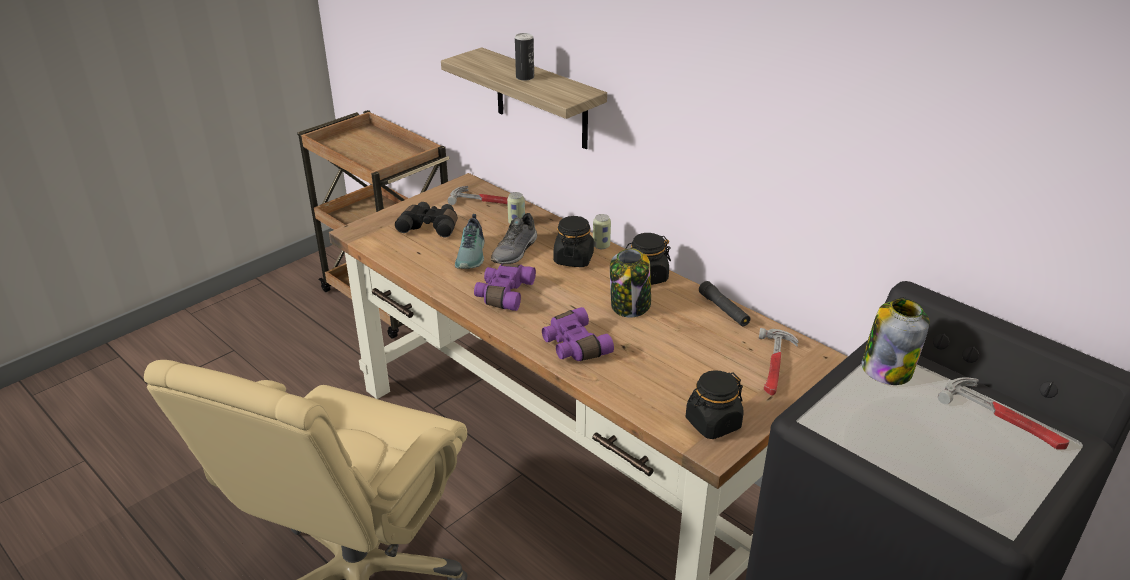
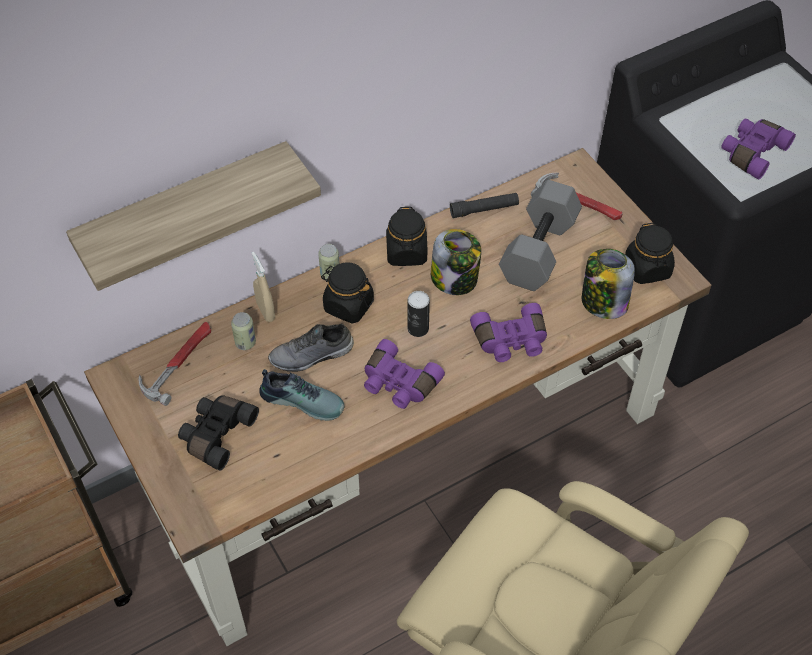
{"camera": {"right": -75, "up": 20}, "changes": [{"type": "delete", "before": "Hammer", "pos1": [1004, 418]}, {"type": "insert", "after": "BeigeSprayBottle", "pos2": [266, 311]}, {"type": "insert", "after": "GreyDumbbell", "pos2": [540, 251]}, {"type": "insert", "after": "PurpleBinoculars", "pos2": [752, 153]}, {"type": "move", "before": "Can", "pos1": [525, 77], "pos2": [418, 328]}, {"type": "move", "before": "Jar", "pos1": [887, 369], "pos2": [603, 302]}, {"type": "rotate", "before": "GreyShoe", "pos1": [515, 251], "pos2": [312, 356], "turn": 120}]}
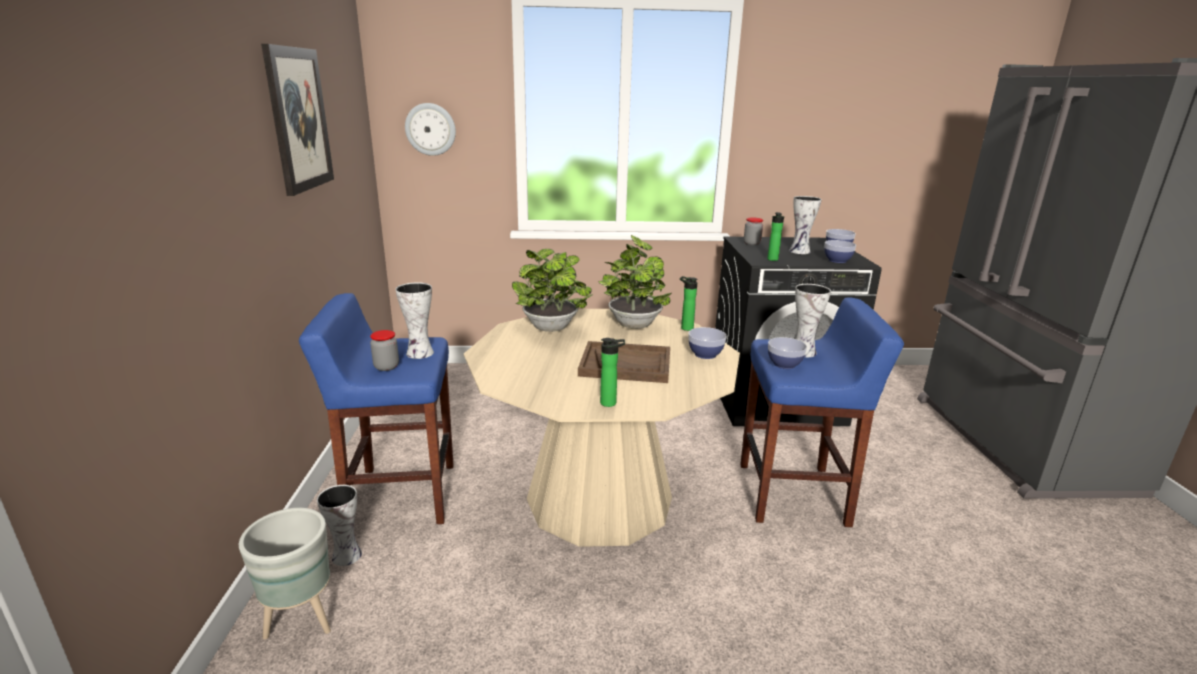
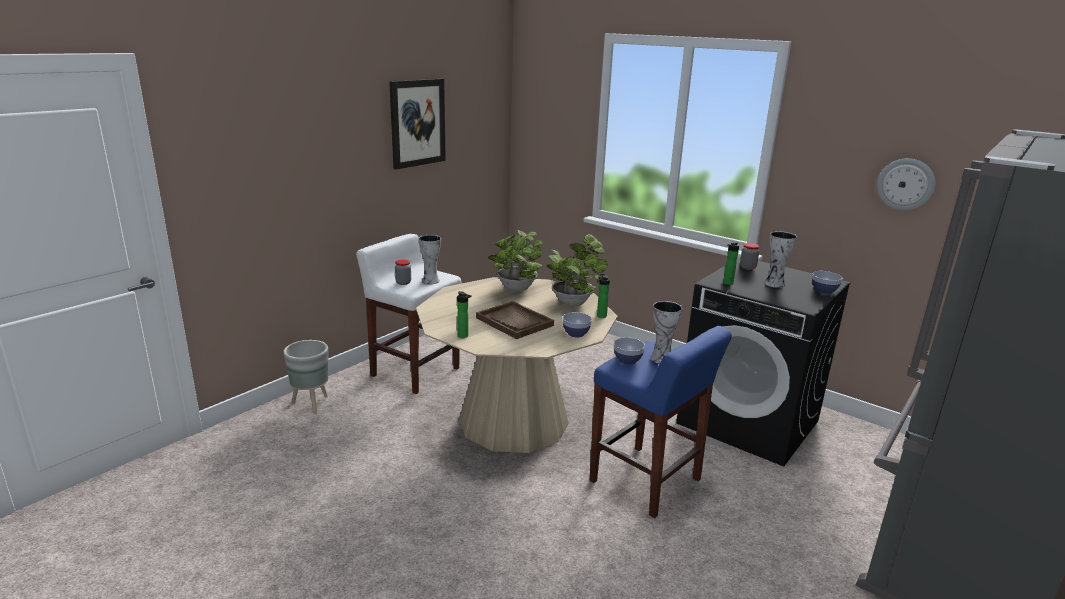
{"camera": {"right": 40, "up": 0}, "changes": [{"type": "delete", "before": "Vase", "pos1": [346, 555]}, {"type": "delete", "before": "Bowl", "pos1": [837, 260]}, {"type": "move", "before": "WallClock", "pos1": [430, 129], "pos2": [905, 184]}, {"type": "recolor", "before": "BlueStool", "after": "WhiteStool", "pos1": [400, 495], "pos2": [414, 372]}]}
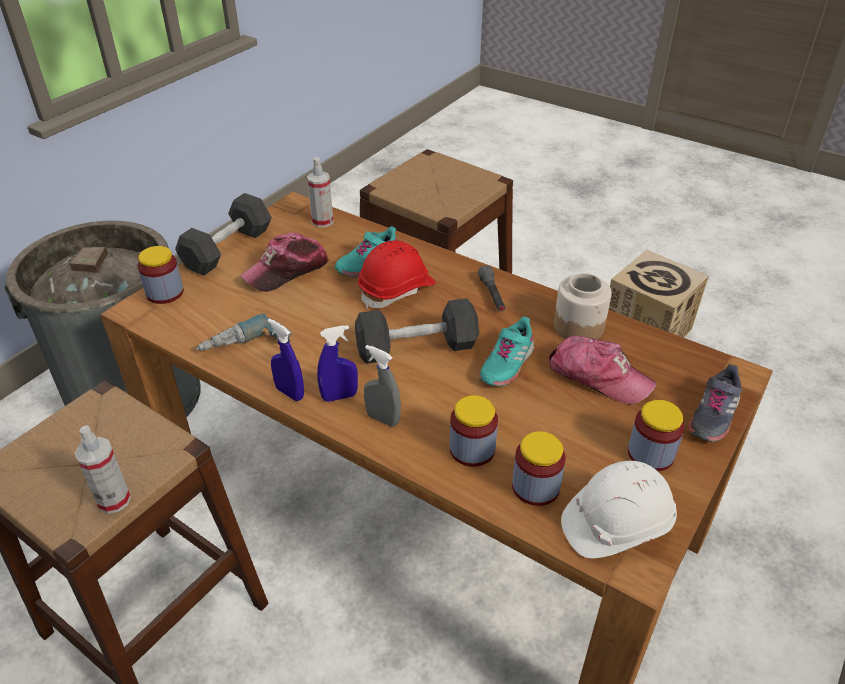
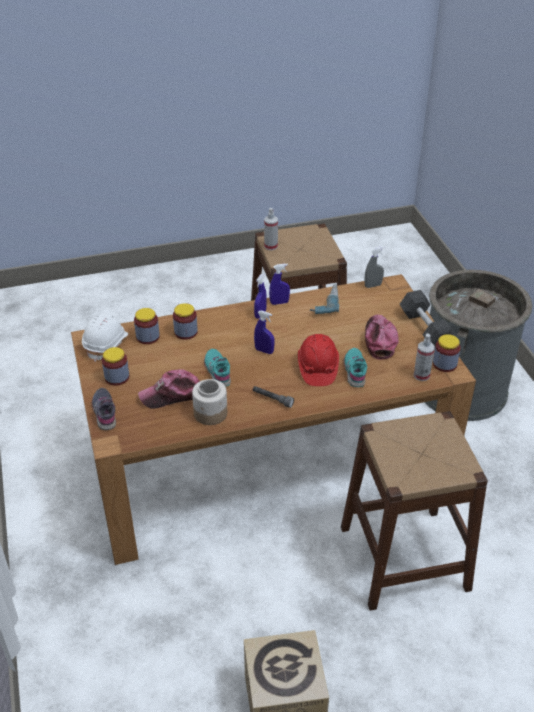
{"camera": {"right": 130, "up": 0}, "changes": [{"type": "move", "before": "Jar", "pos1": [165, 293], "pos2": [444, 364]}, {"type": "move", "before": "GreySprayBottle", "pos1": [383, 419], "pos2": [373, 285]}, {"type": "replace", "before": "BlackDumbbell", "after": "BlueSprayBottle", "pos1": [416, 347], "pos2": [264, 351]}]}
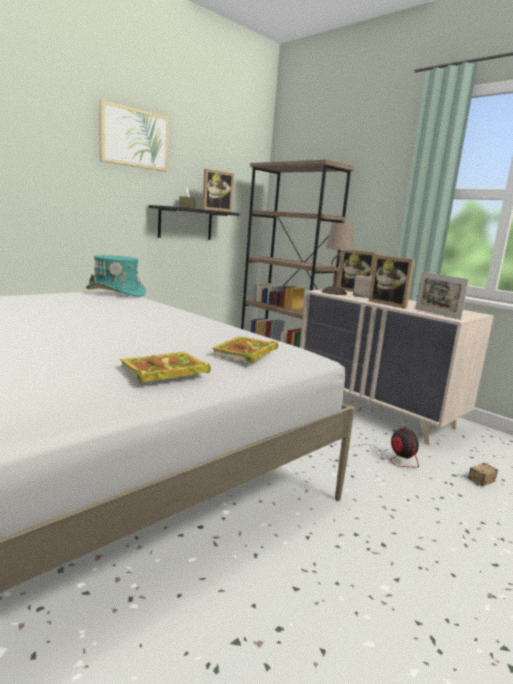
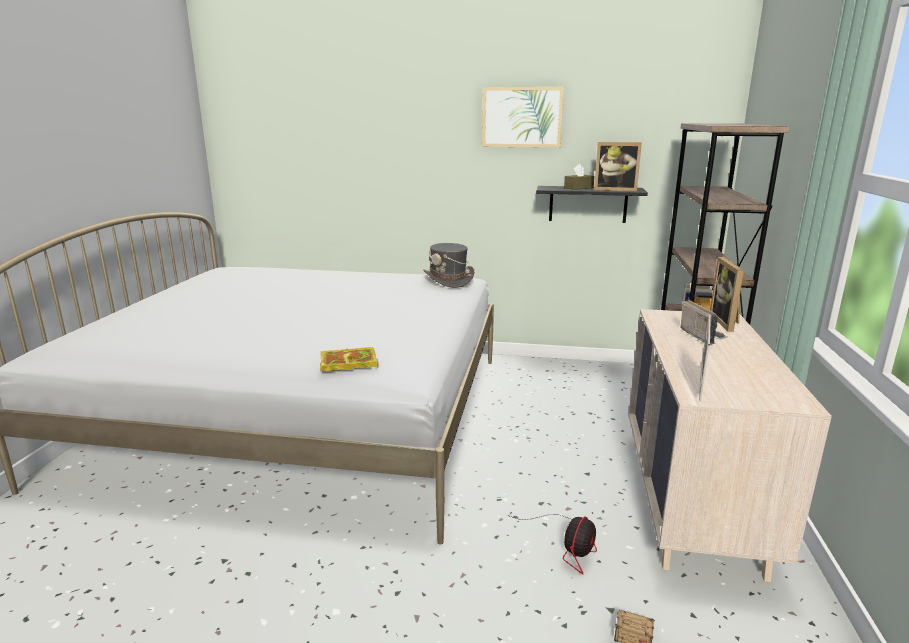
{"camera": {"right": 55, "up": 5}, "changes": [{"type": "delete", "before": "Book", "pos1": [163, 371]}, {"type": "delete", "before": "BeigeTableLamp", "pos1": [334, 292]}, {"type": "delete", "before": "PictureFrame", "pos1": [390, 304]}, {"type": "recolor", "before": "TurquoiseHat", "after": "GreyHat", "pos1": [116, 292], "pos2": [449, 280]}]}
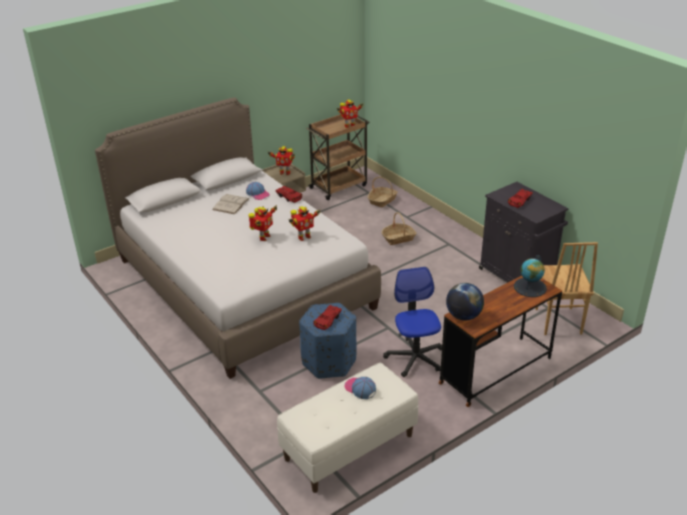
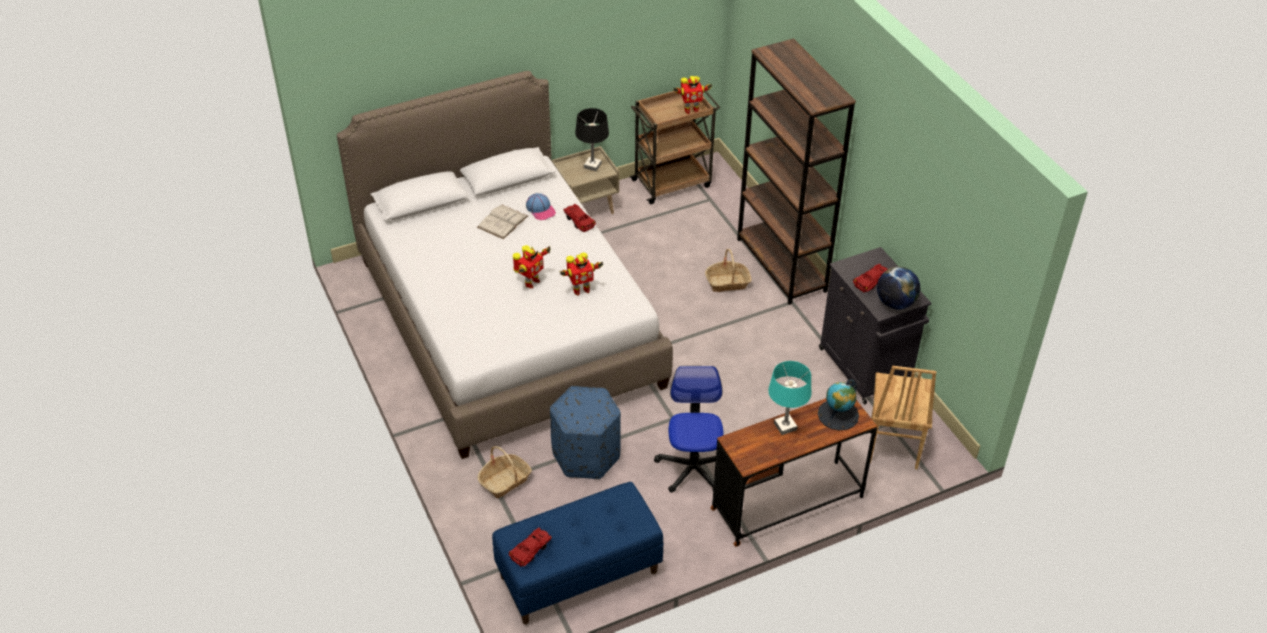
{"camera": {"right": 10, "up": 10}, "changes": [{"type": "delete", "before": "Cap", "pos1": [360, 389]}, {"type": "insert", "after": "BrownBookcase", "pos2": [781, 265]}, {"type": "insert", "after": "TurquoiseTableLamp", "pos2": [785, 426]}, {"type": "move", "before": "RedToyCar", "pos1": [328, 320], "pos2": [531, 550]}, {"type": "move", "before": "Basket", "pos1": [382, 200], "pos2": [505, 481]}, {"type": "move", "before": "Globe", "pos1": [463, 316], "pos2": [895, 303]}, {"type": "replace", "before": "ToyRobot", "after": "BlackTableLamp", "pos1": [284, 172], "pos2": [592, 166]}, {"type": "recolor", "before": "WhiteBench", "after": "BlueBench", "pos1": [349, 448], "pos2": [578, 575]}]}
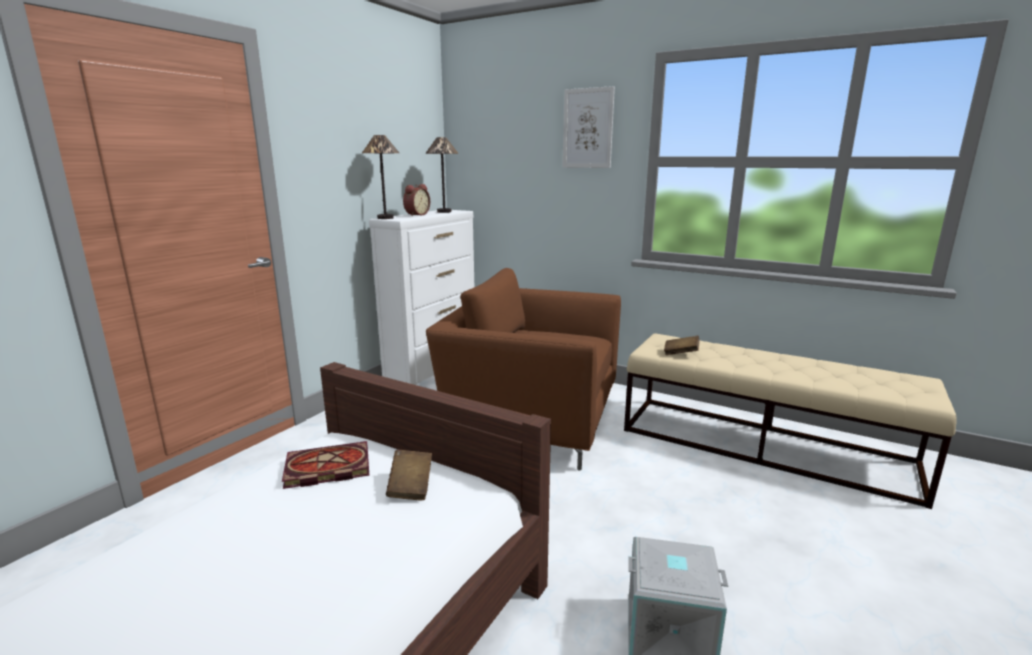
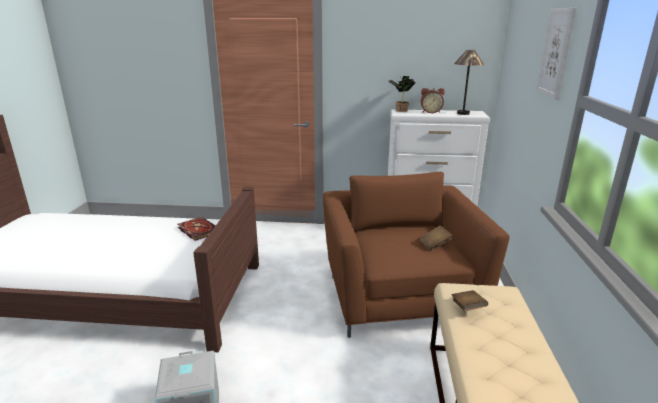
{"camera": {"right": 65, "up": 5}, "changes": [{"type": "move", "before": "BrownBook", "pos1": [411, 487], "pos2": [435, 244]}, {"type": "replace", "before": "TableLamp", "after": "PottedPlant", "pos1": [385, 218], "pos2": [400, 110]}]}
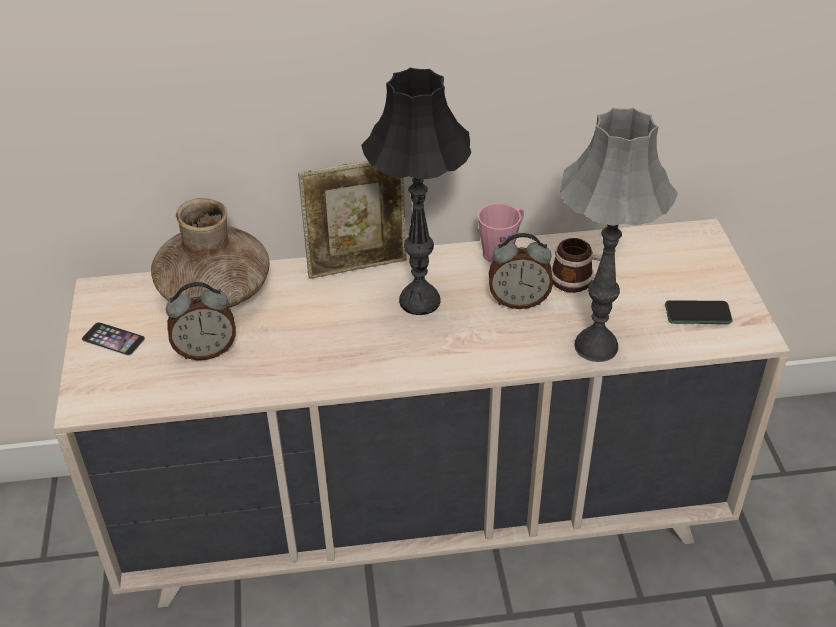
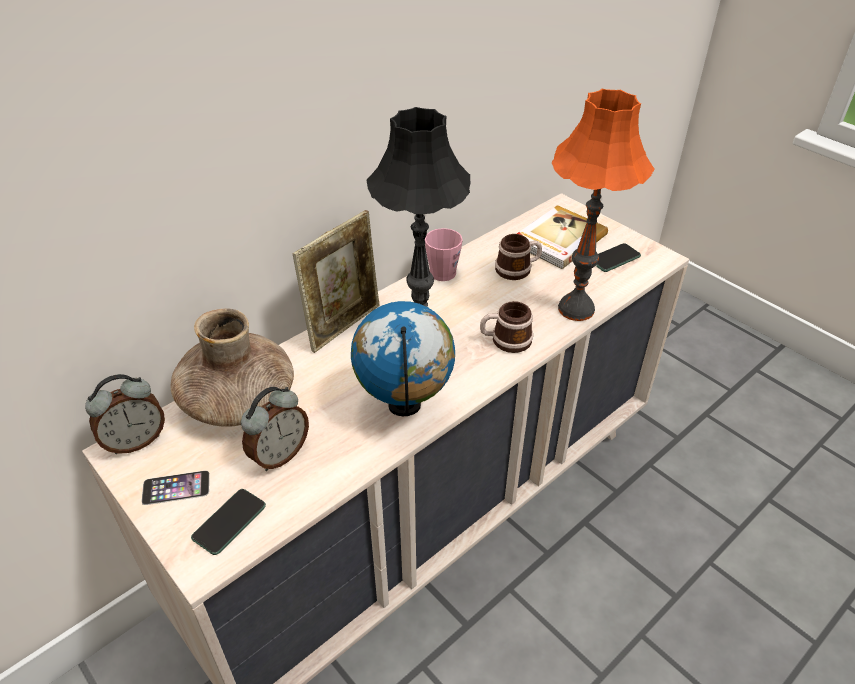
{"camera": {"right": -35, "up": 0}, "changes": [{"type": "insert", "after": "Phone", "pos2": [229, 522]}, {"type": "insert", "after": "Globe", "pos2": [405, 406]}, {"type": "insert", "after": "Mug", "pos2": [505, 340]}, {"type": "insert", "after": "Book", "pos2": [558, 239]}, {"type": "move", "before": "AlarmClock", "pos1": [518, 301], "pos2": [136, 441]}, {"type": "recolor", "before": "GreyTableLamp", "after": "OrangeTableLamp", "pos1": [595, 346], "pos2": [575, 309]}]}
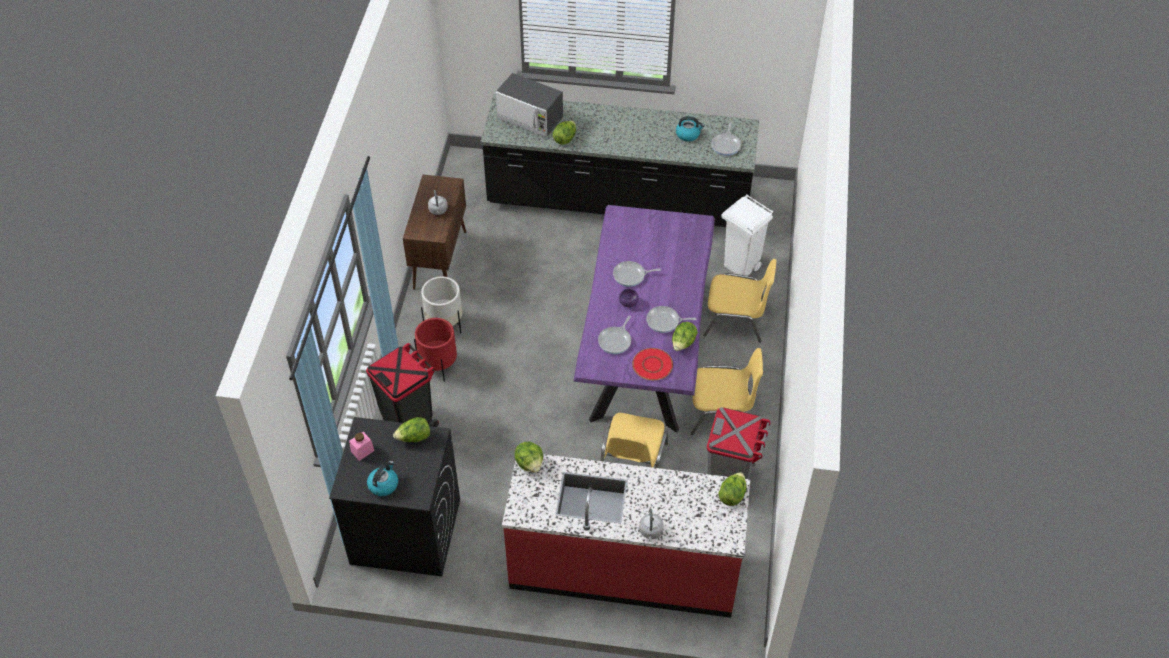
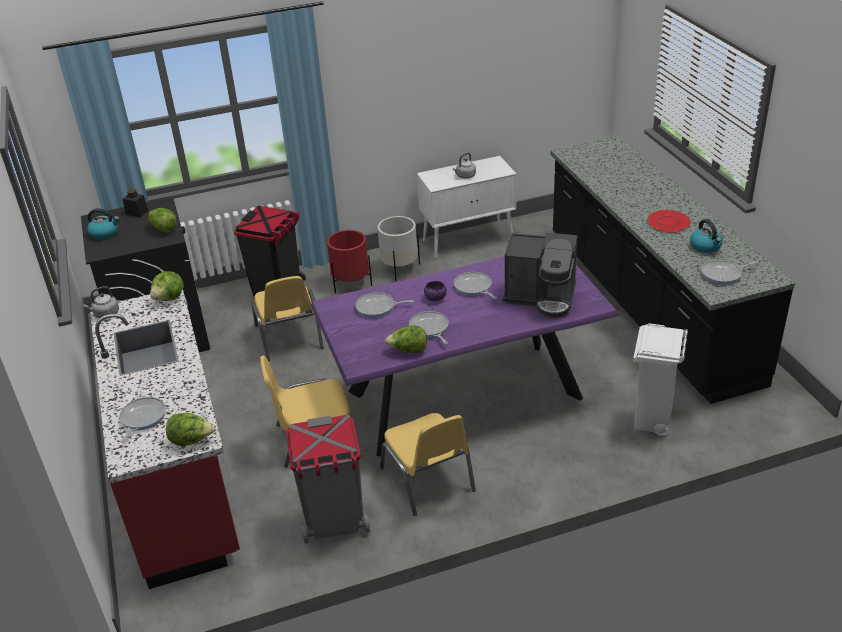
{"camera": {"right": 65, "up": -15}, "changes": [{"type": "delete", "before": "Microwave", "pos1": [530, 118]}, {"type": "delete", "before": "Lettuce", "pos1": [565, 139]}, {"type": "insert", "after": "FryingPan", "pos2": [142, 418]}, {"type": "insert", "after": "CoffeeMachine", "pos2": [541, 297]}, {"type": "move", "before": "RedPlate", "pos1": [652, 365], "pos2": [668, 222]}, {"type": "move", "before": "GreyKettle", "pos1": [651, 532], "pos2": [105, 314]}, {"type": "move", "before": "YellowChair", "pos1": [736, 319], "pos2": [289, 338]}, {"type": "recolor", "before": "PinkJar", "after": "BlackJar", "pos1": [362, 451], "pos2": [137, 212]}, {"type": "recolor", "before": "BrownCabinet", "after": "WhiteCabinet", "pos1": [440, 259], "pos2": [469, 240]}]}
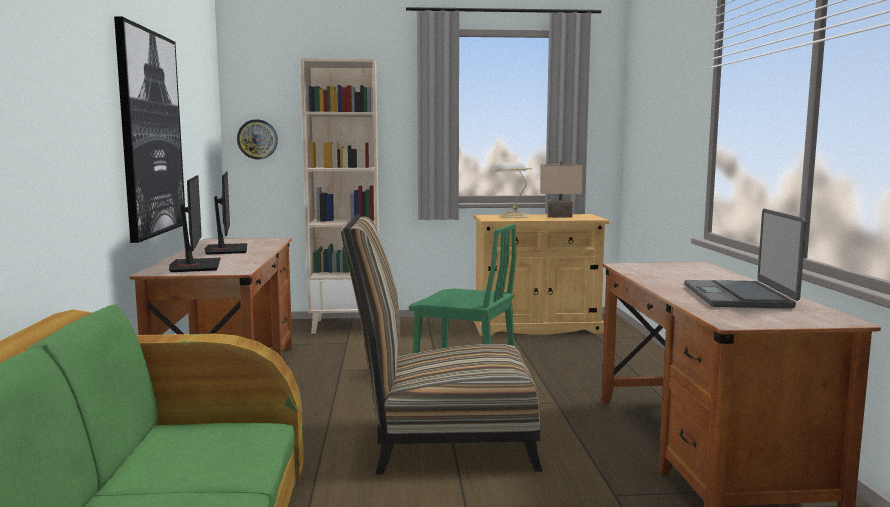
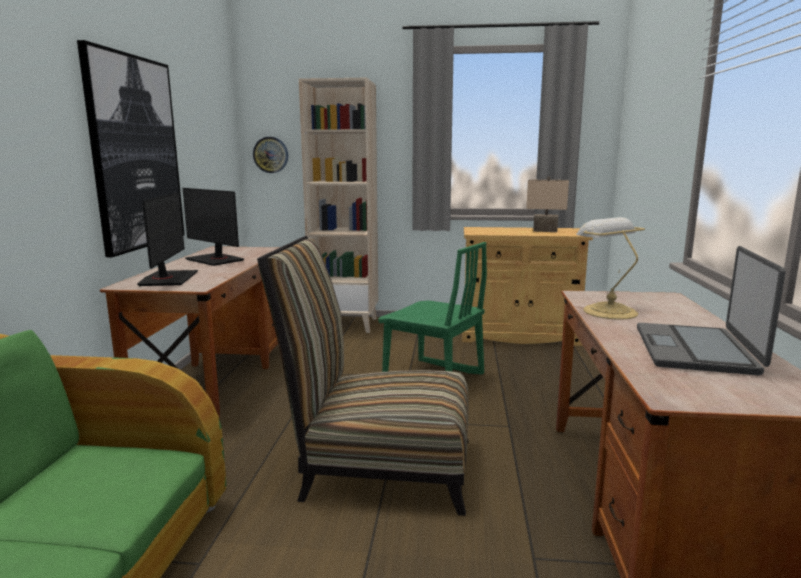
{"camera": {"right": 10, "up": 5}, "changes": [{"type": "move", "before": "TableLamp", "pos1": [513, 216], "pos2": [607, 311]}, {"type": "rotate", "before": "Monitor", "pos1": [226, 249], "pos2": [215, 260], "turn": 135}]}
